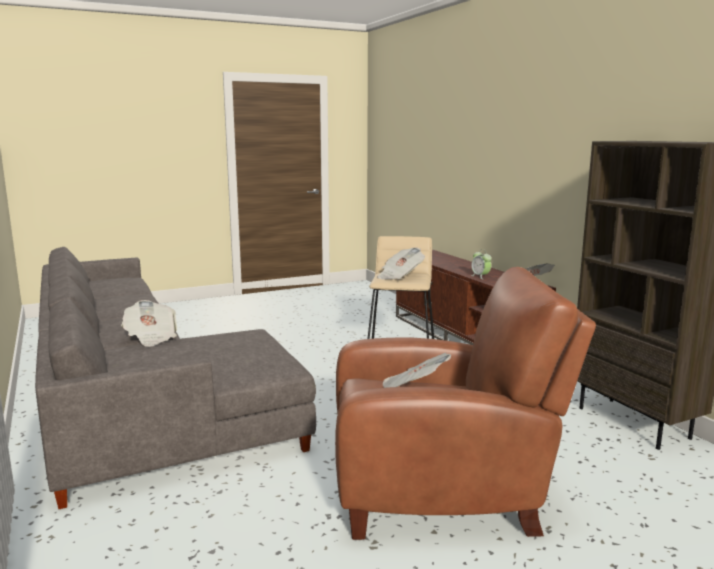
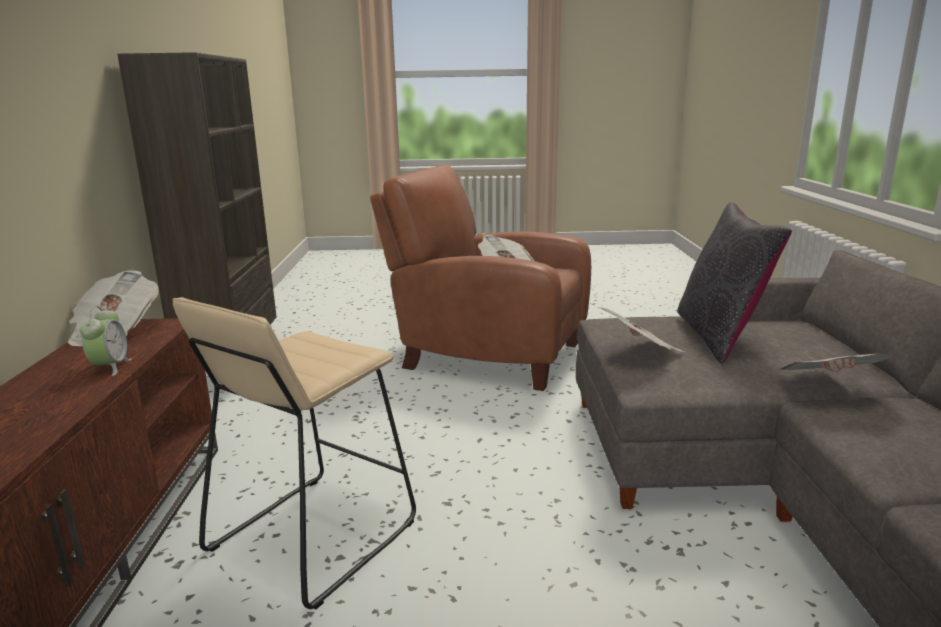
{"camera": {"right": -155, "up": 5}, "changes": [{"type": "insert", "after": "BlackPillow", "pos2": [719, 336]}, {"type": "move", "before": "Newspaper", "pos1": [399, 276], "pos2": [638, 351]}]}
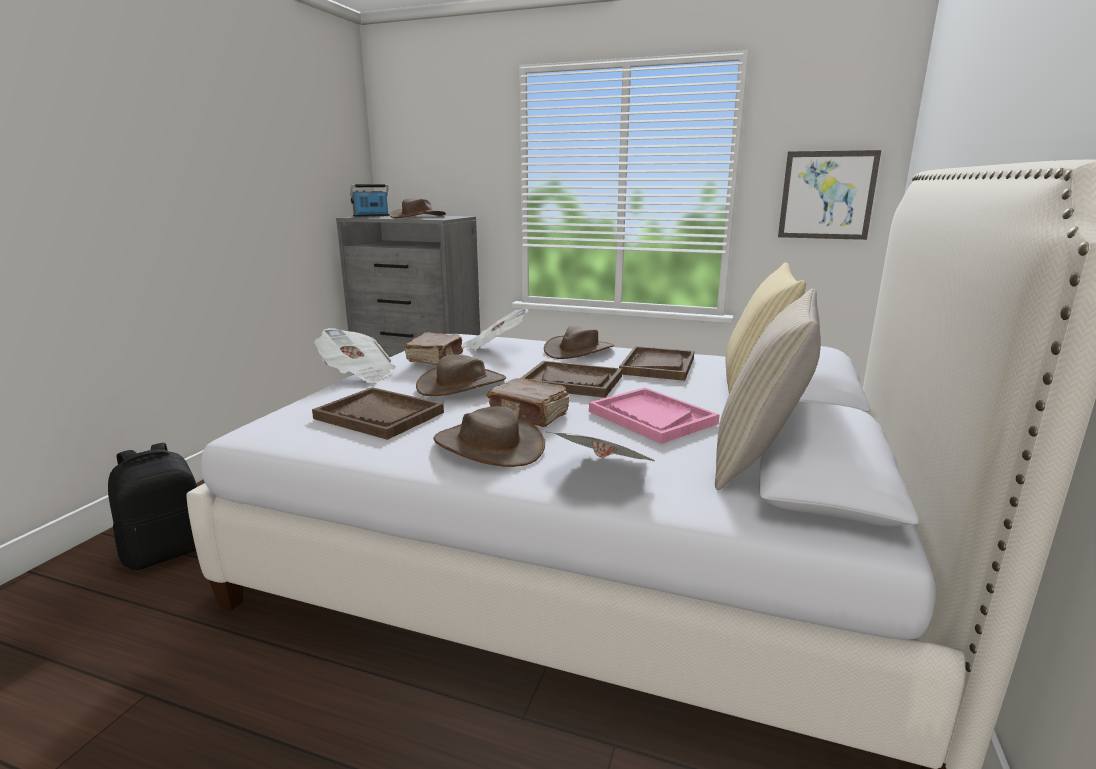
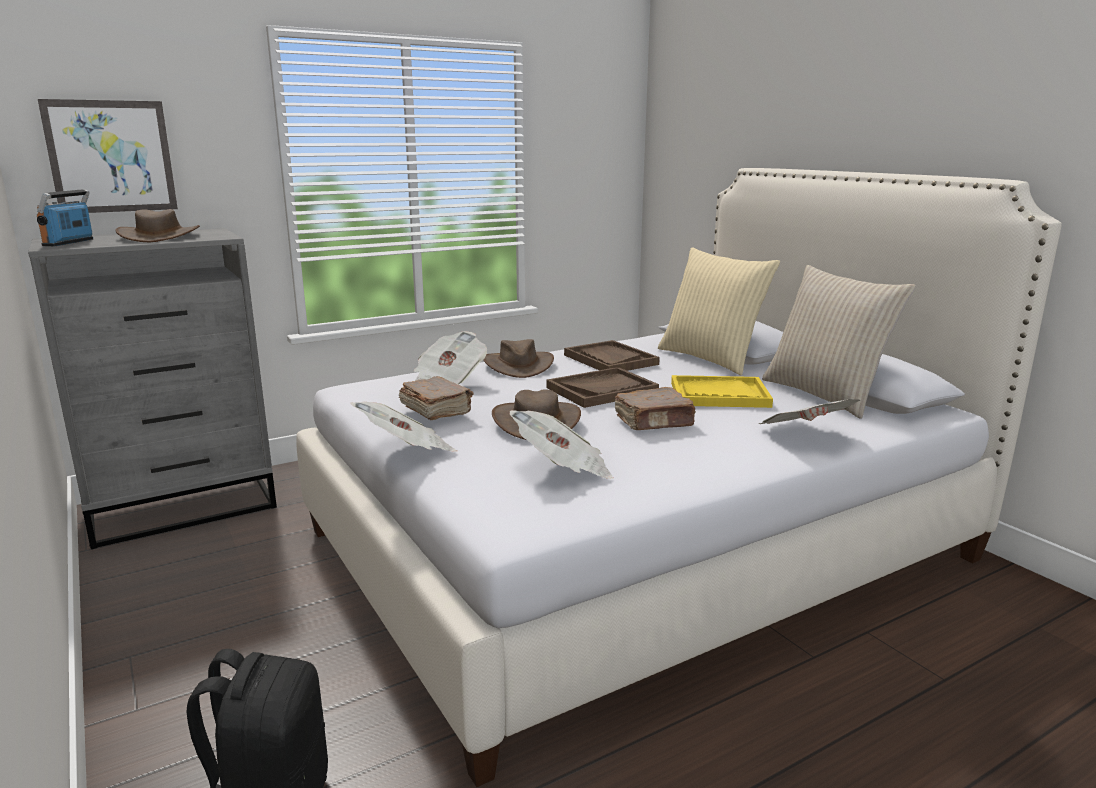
{"camera": {"right": -50, "up": 0}, "changes": [{"type": "delete", "before": "BrownHat", "pos1": [489, 445]}, {"type": "move", "before": "Picture", "pos1": [827, 195], "pos2": [111, 157]}, {"type": "replace", "before": "BrownTray", "after": "Newspaper", "pos1": [379, 415], "pos2": [563, 469]}, {"type": "recolor", "before": "PinkTray", "after": "YellowTray", "pos1": [651, 417], "pos2": [719, 395]}]}
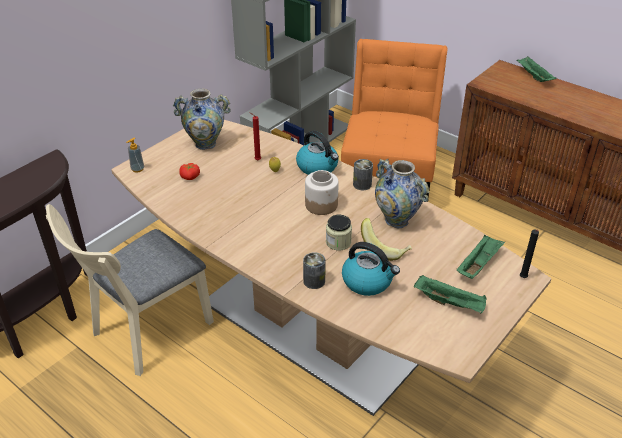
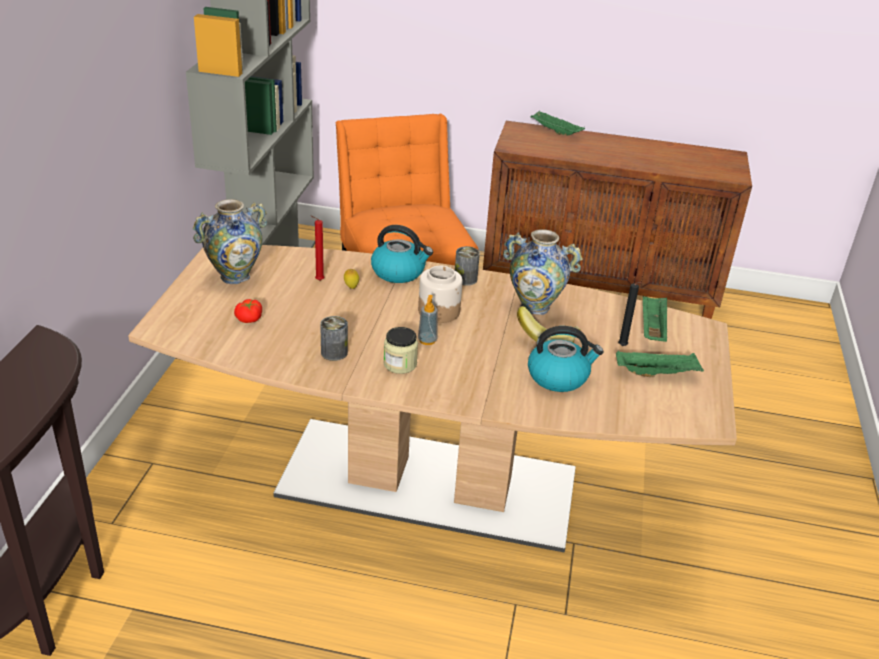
{"camera": {"right": -30, "up": -5}, "changes": [{"type": "delete", "before": "BeigeChair", "pos1": [146, 333]}, {"type": "move", "before": "SoapDispenser", "pos1": [137, 169], "pos2": [427, 340]}, {"type": "move", "before": "Can", "pos1": [314, 281], "pos2": [334, 352]}, {"type": "move", "before": "Jar", "pos1": [338, 242], "pos2": [400, 364]}, {"type": "move", "before": "BlackCandle", "pos1": [523, 278], "pos2": [623, 347]}]}
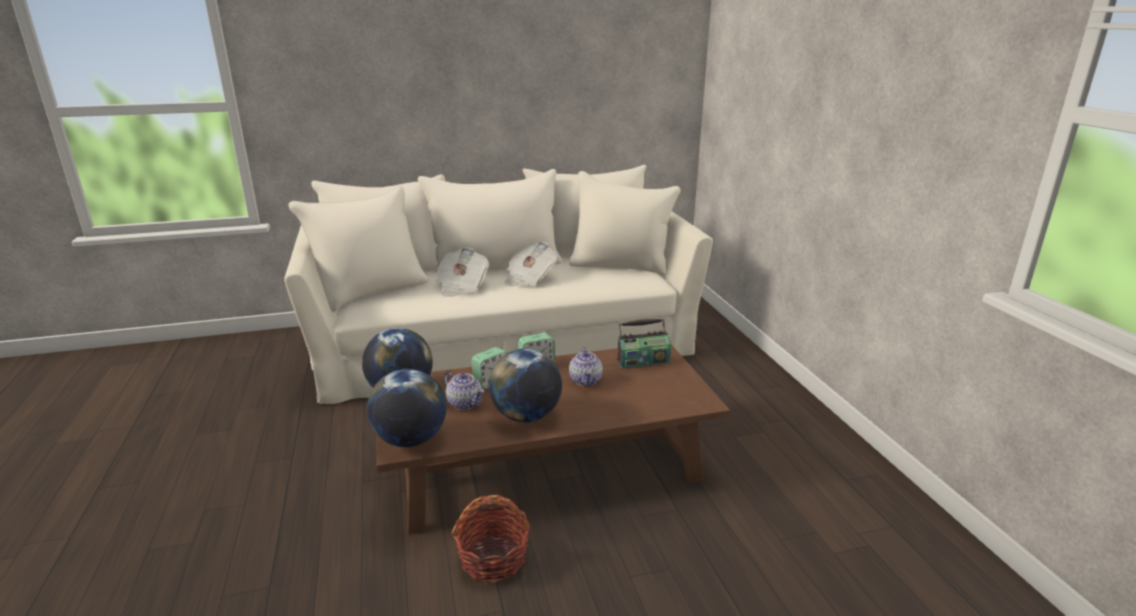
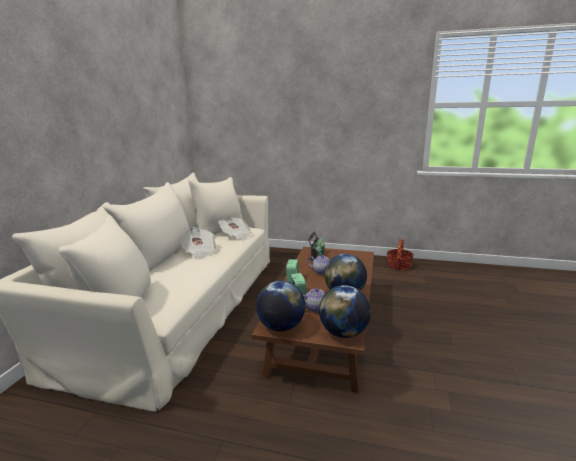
{"camera": {"right": -60, "up": -5}, "changes": [{"type": "move", "before": "Newspaper", "pos1": [461, 287], "pos2": [236, 236]}, {"type": "move", "before": "Basket", "pos1": [493, 558], "pos2": [399, 265]}]}
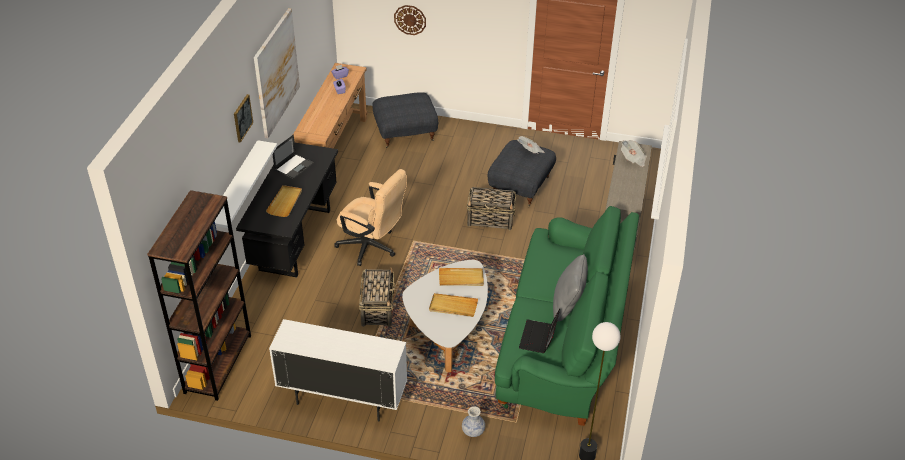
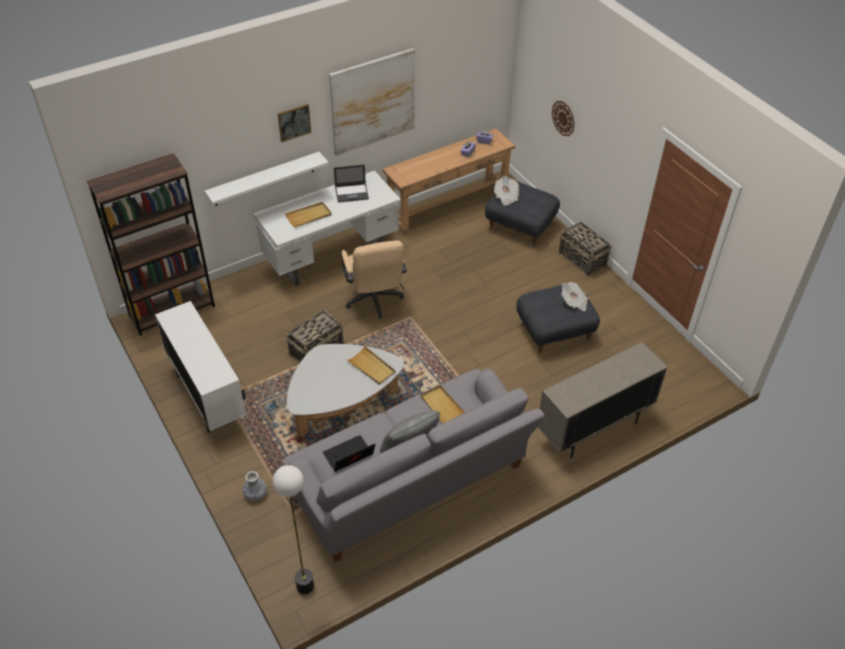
{"camera": {"right": 45, "up": 5}, "changes": [{"type": "move", "before": "BeigeTray", "pos1": [453, 307], "pos2": [443, 408]}, {"type": "move", "before": "Basket", "pos1": [491, 219], "pos2": [582, 259]}, {"type": "move", "before": "Newspaper", "pos1": [633, 159], "pos2": [506, 197]}, {"type": "recolor", "before": "BlackDesk", "after": "WhiteDesk", "pos1": [295, 239], "pos2": [331, 256]}, {"type": "recolor", "before": "GreenSofa", "after": "GreySofa", "pos1": [564, 342], "pos2": [411, 484]}]}
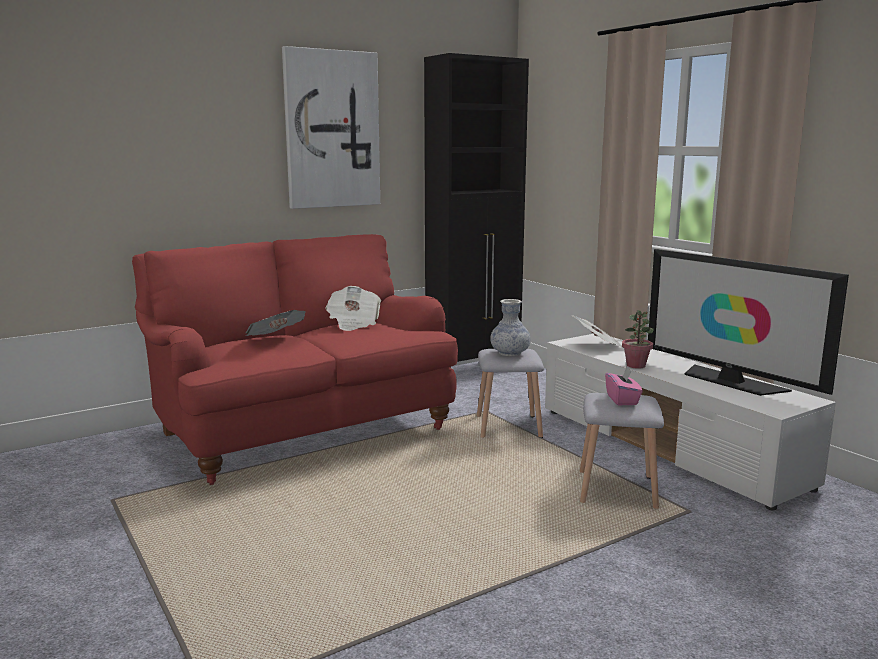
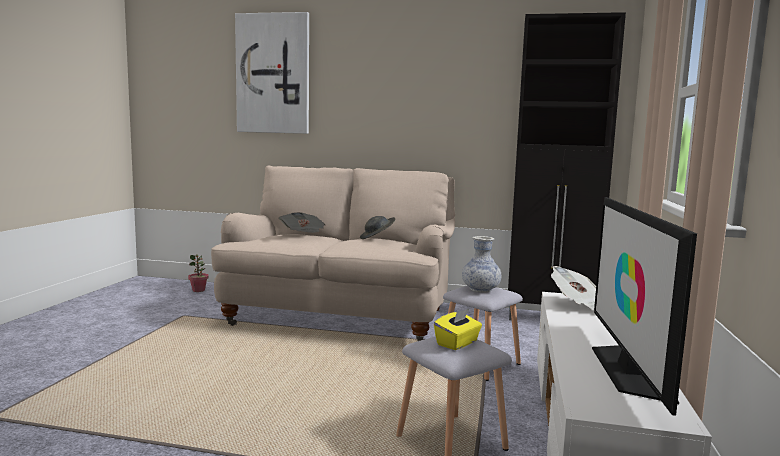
{"camera": {"right": 45, "up": -5}, "changes": [{"type": "move", "before": "Picture", "pos1": [332, 129], "pos2": [273, 74]}, {"type": "move", "before": "PottedPlant", "pos1": [636, 365], "pos2": [198, 290]}, {"type": "replace", "before": "Newspaper", "after": "GreyHat", "pos1": [353, 323], "pos2": [377, 238]}, {"type": "recolor", "before": "RedSofa", "after": "BeigeSofa", "pos1": [301, 430], "pos2": [342, 316]}, {"type": "recolor", "before": "PinkTissueBox", "after": "YellowTissueBox", "pos1": [622, 400], "pos2": [457, 343]}]}
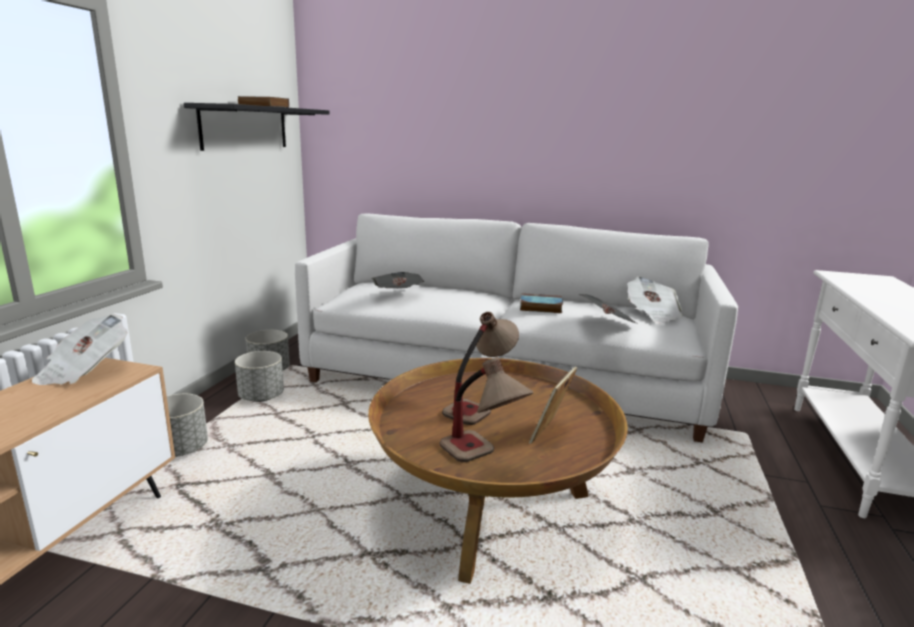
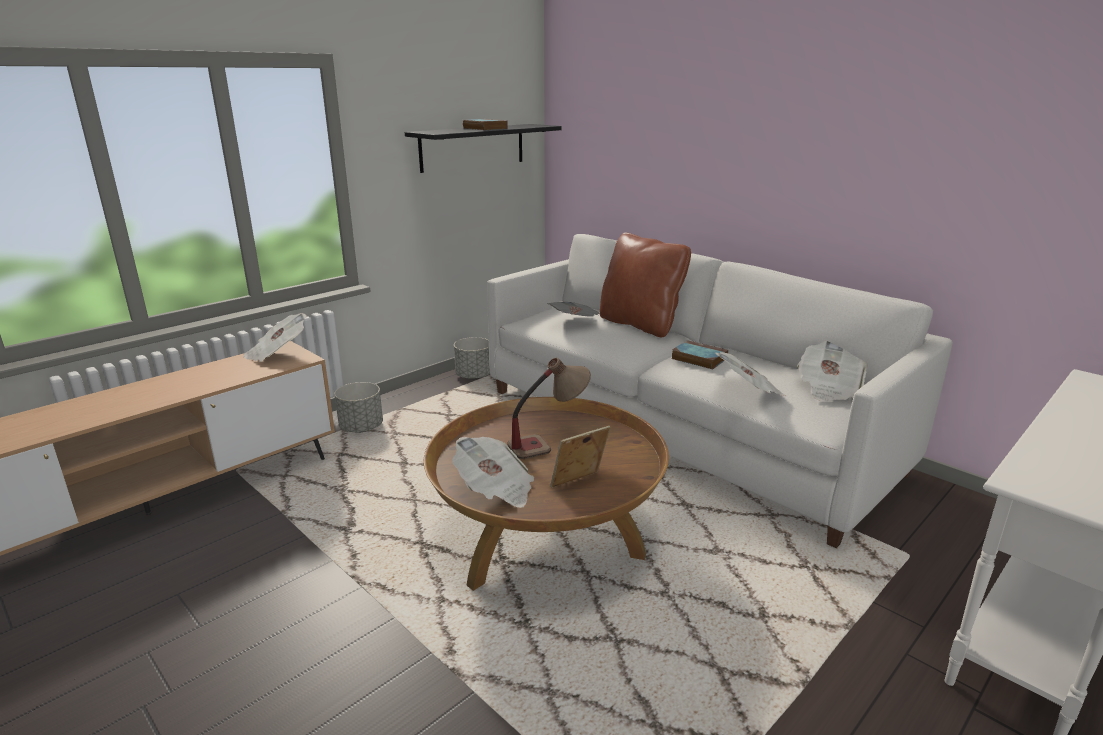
{"camera": {"right": 30, "up": 5}, "changes": [{"type": "delete", "before": "GreyPlanter", "pos1": [261, 397]}, {"type": "insert", "after": "BrownPillow", "pos2": [640, 324]}, {"type": "replace", "before": "TableLamp", "after": "Newspaper", "pos1": [483, 460], "pos2": [495, 490]}]}
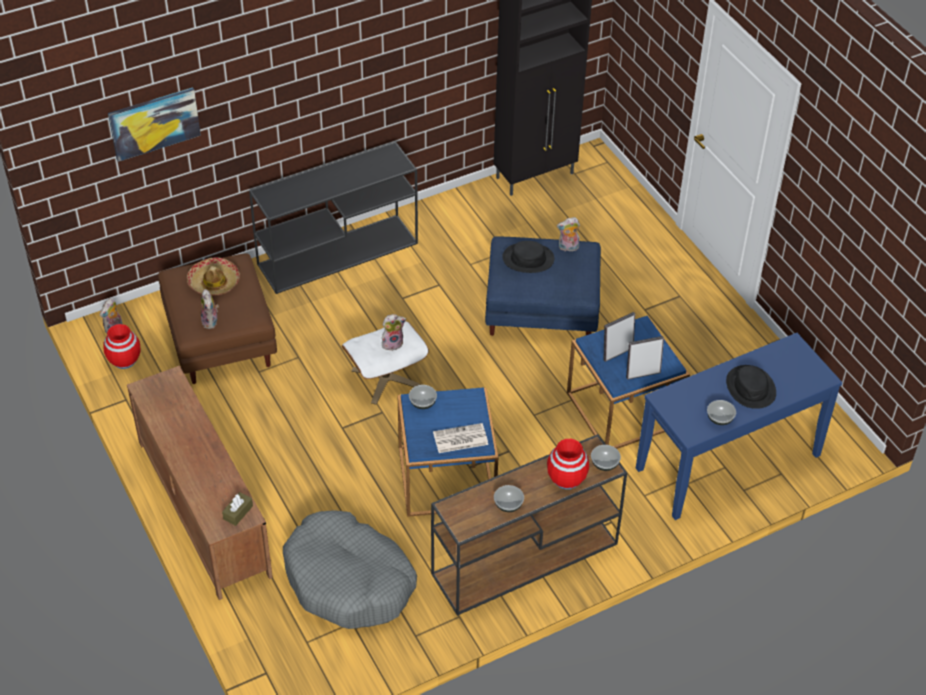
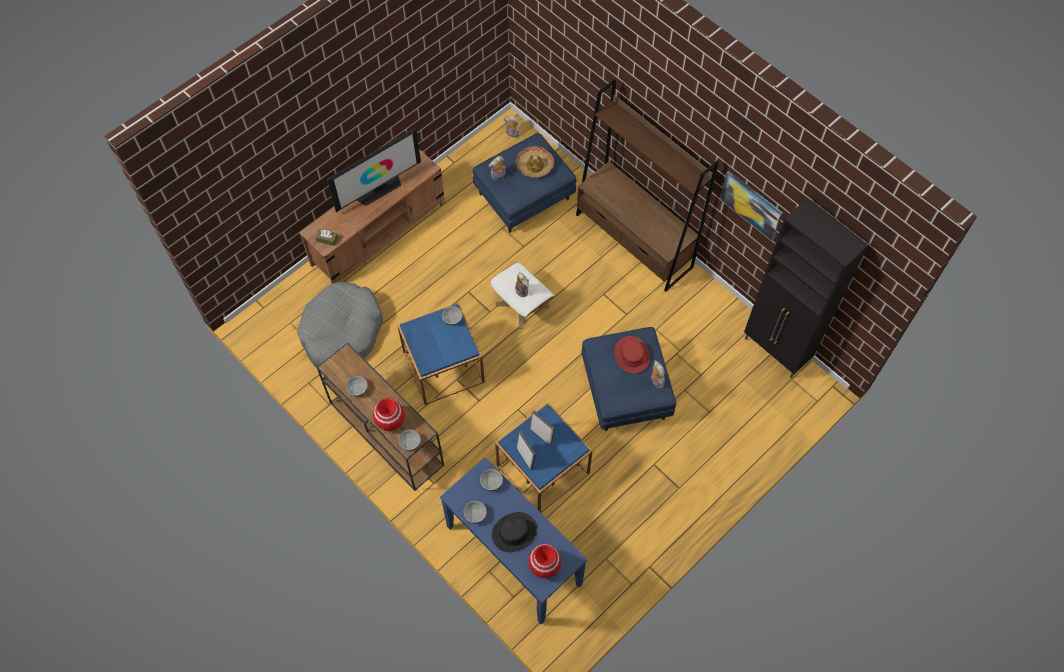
{"camera": {"right": 75, "up": 15}, "changes": [{"type": "delete", "before": "Newspaper", "pos1": [460, 439]}, {"type": "insert", "after": "Television", "pos2": [378, 189]}, {"type": "insert", "after": "Bowl", "pos2": [491, 482]}, {"type": "move", "before": "RedVase", "pos1": [124, 360], "pos2": [544, 565]}, {"type": "move", "before": "Picture", "pos1": [154, 123], "pos2": [751, 204]}, {"type": "replace", "before": "BlackConsoleTable", "after": "BrownBookcase", "pos1": [339, 253], "pos2": [634, 241]}, {"type": "recolor", "before": "BrownOttoman", "after": "BlueOttoman", "pos1": [219, 338], "pos2": [525, 195]}, {"type": "recolor", "before": "BlackHat", "after": "RedHat", "pos1": [528, 258], "pos2": [632, 355]}]}
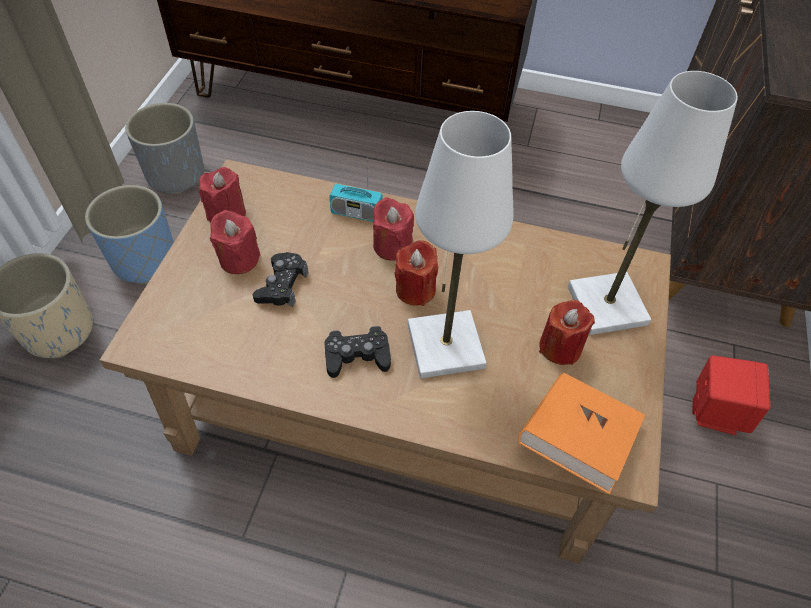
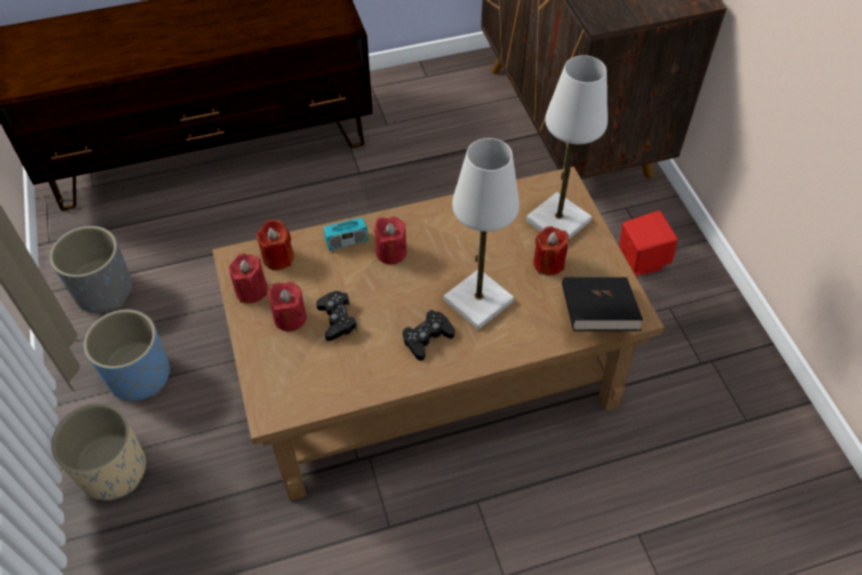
{"camera": {"right": -30, "up": 0}, "changes": [{"type": "move", "before": "RedCandle", "pos1": [415, 289], "pos2": [278, 258]}, {"type": "recolor", "before": "OrangeBook", "after": "BlackBook", "pos1": [575, 442], "pos2": [596, 316]}]}
